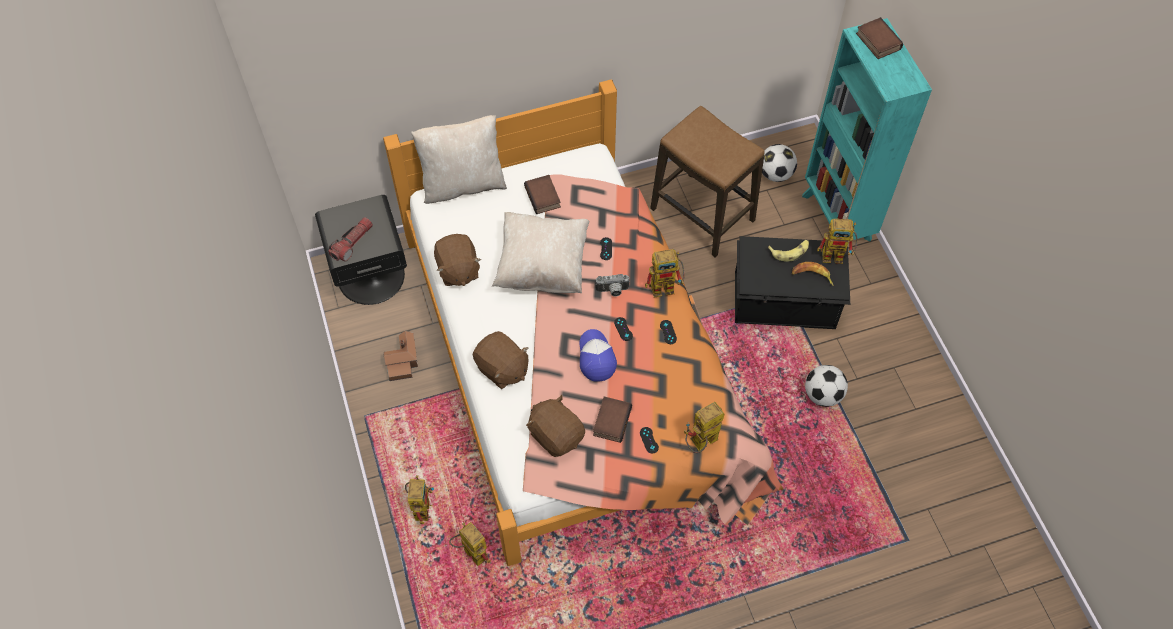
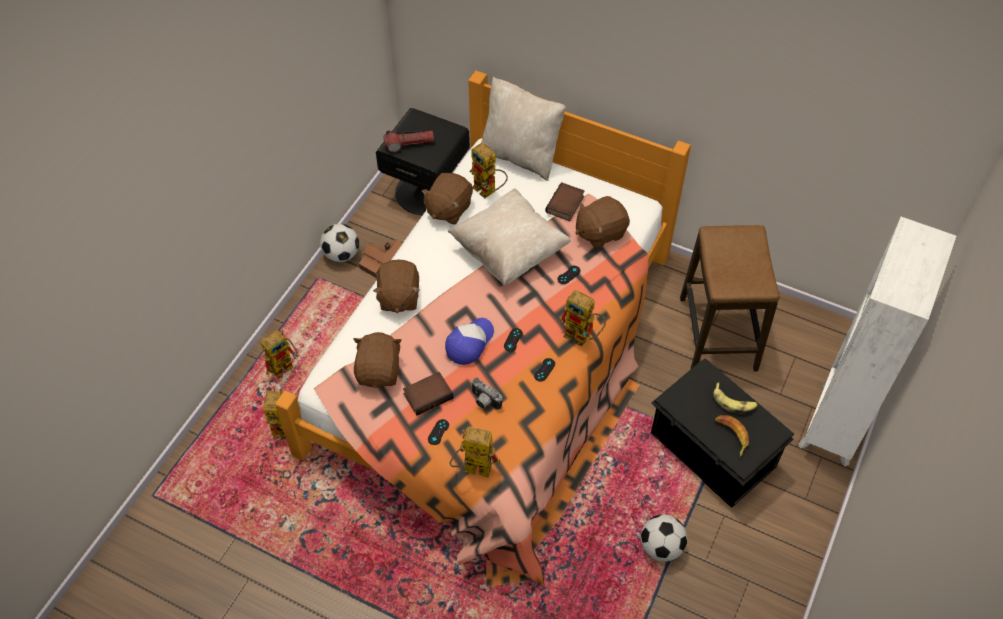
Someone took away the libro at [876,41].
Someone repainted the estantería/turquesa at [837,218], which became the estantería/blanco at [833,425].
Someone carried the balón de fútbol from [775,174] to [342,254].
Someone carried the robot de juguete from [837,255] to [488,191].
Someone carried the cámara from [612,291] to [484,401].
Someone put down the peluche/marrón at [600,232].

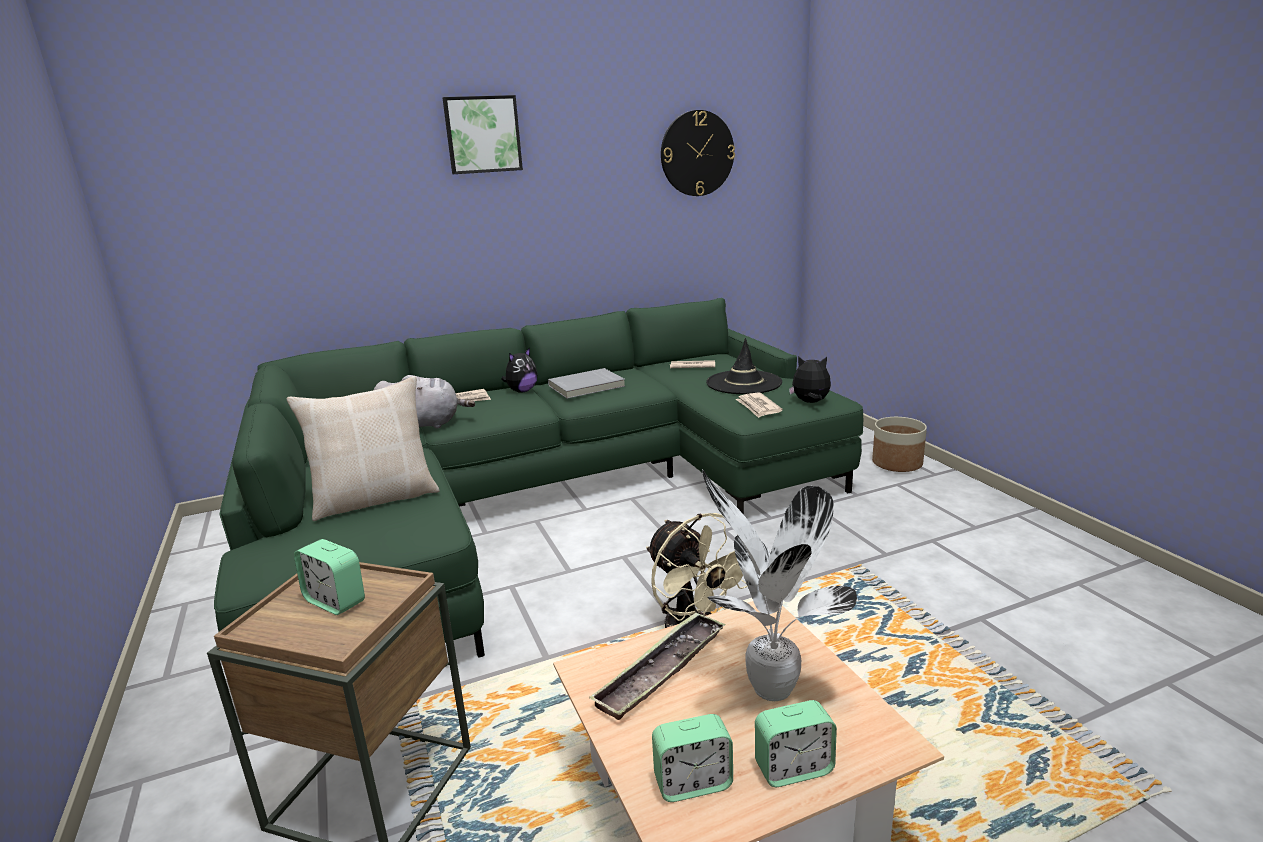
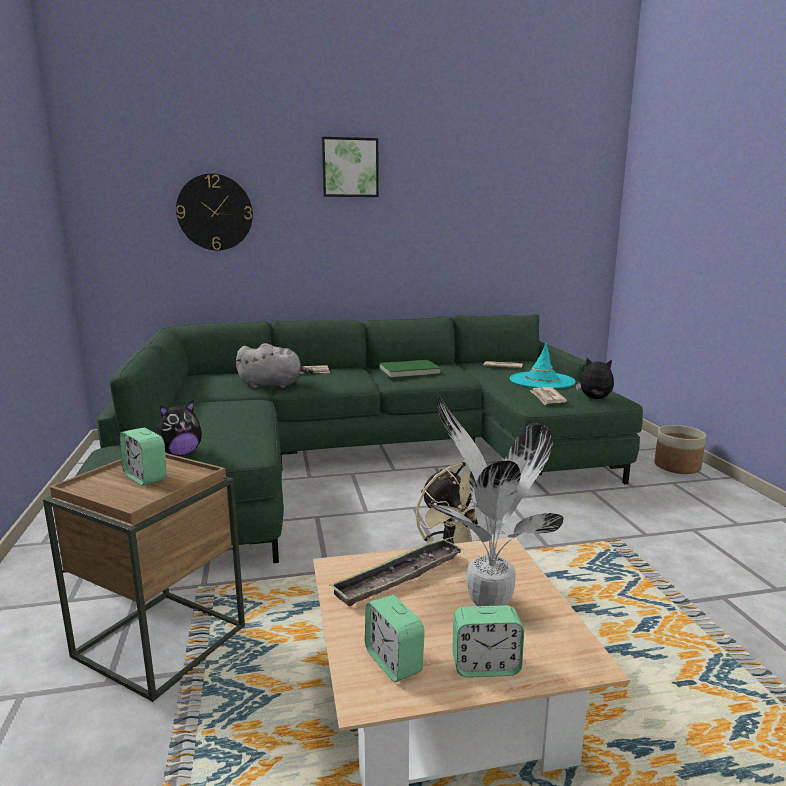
Someone carried the reloj de pared from [697,153] to [215,212].
Someone repainted the sombrero/negro at [743,383], which became the sombrero/turquesa at [541,381].
Someone carried the peluche from [522,391] to [181,453].
Someone repainted the libro/gris at [587,386], which became the libro/verde at [409,371].
Someone took away the cojín/beis at [375,498].
Someone rotated the despertador at [693,783] by 60 degrees clockwise.

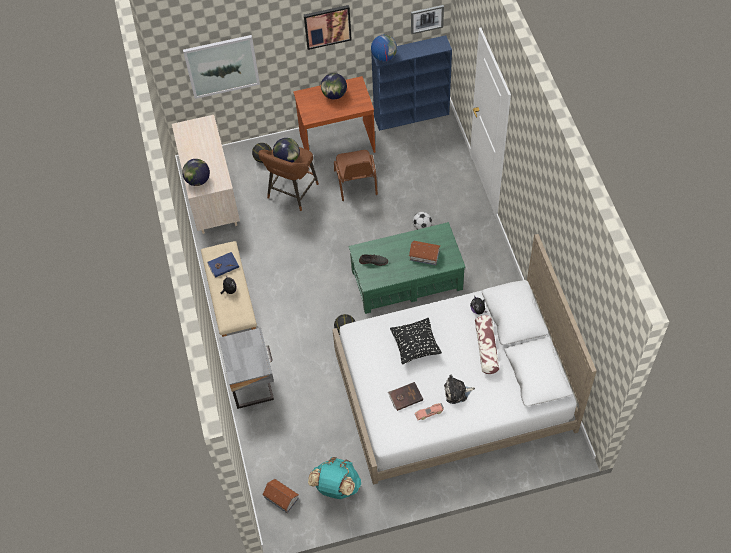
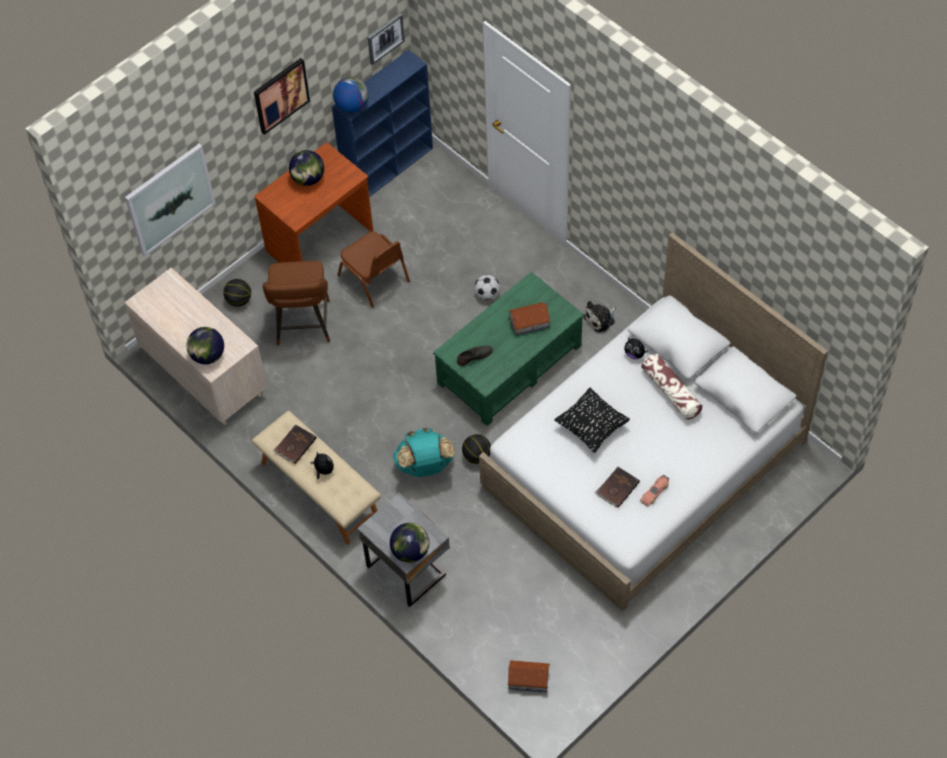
Someone carried the globo terráqueo from [287,159] to [410,551].
Someone repainted the libro/azul at [223,265], which became the libro/marrón at [294,445].
Someone carried the peluche from [457,392] to [601,319].
Someone carried the mochila/turquesa from [336,487] to [425,465].

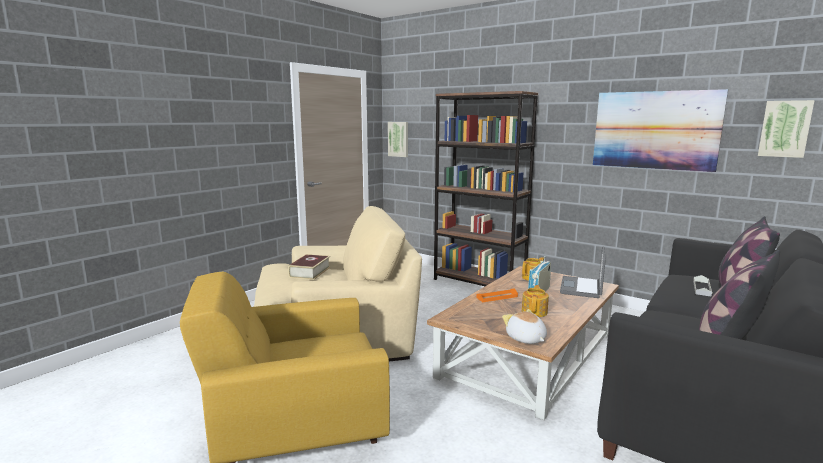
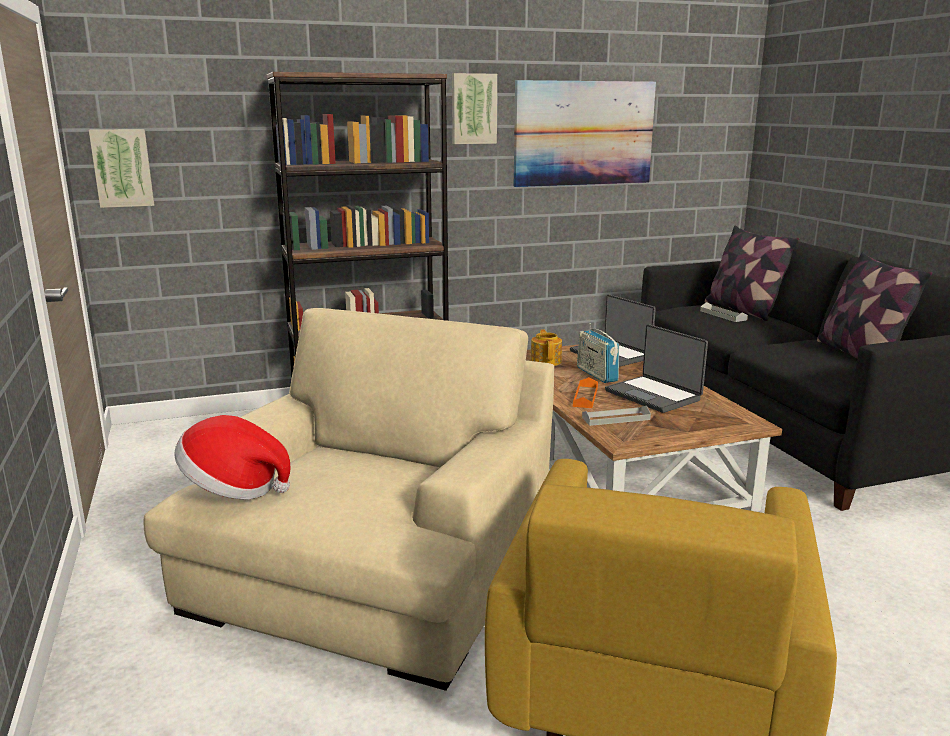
Someone carried the cuadro from [785,129] to [473,109].
Someone took away the libro at [310,272].
Someone swapped the tetera at [534,312] for the portátil at [654,395].
Someone took away the peluche at [525,339].
Someone put down the bandeja/gris at [616,419].
Someone put down the sombrero at [233,488].

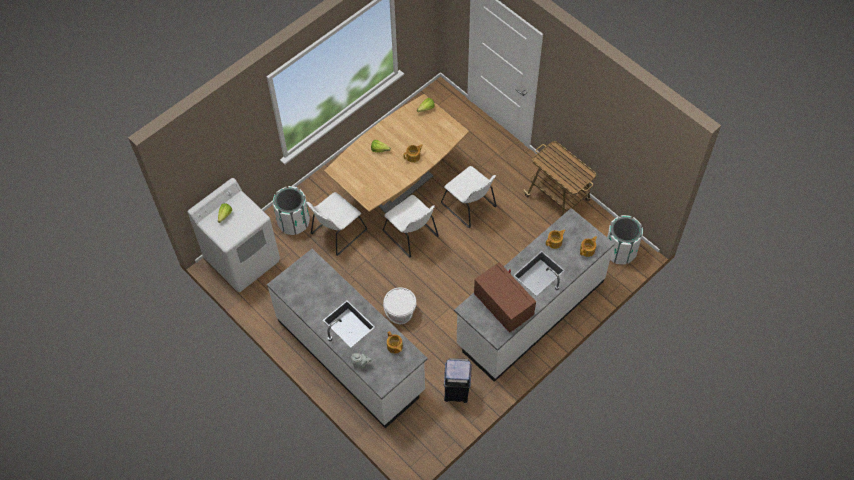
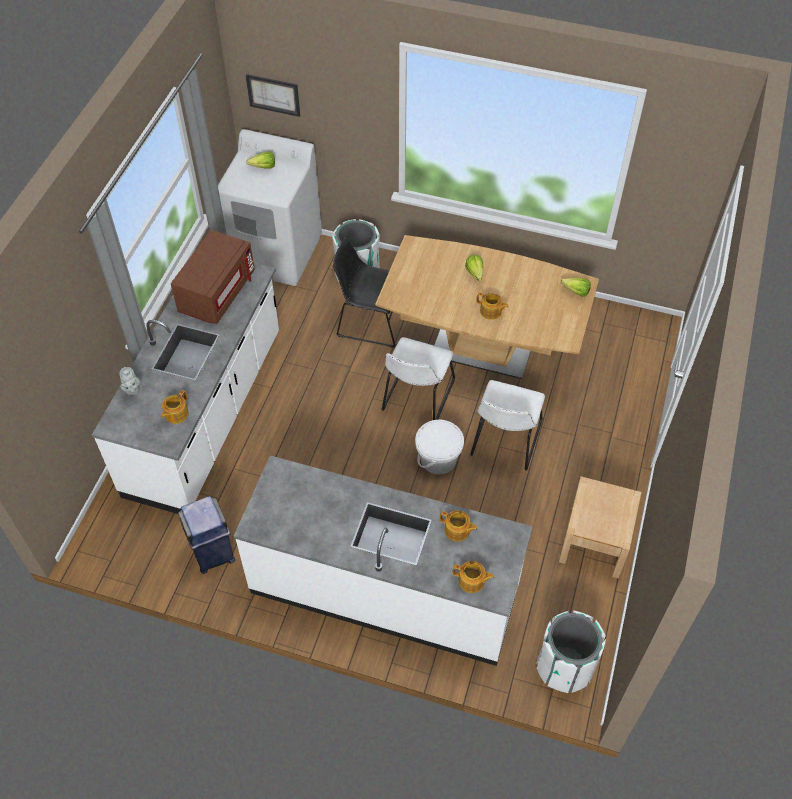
Someone swapped the carrito at [558,199] for the mesita de noche/beis at [594,542].
Someone repainted the silla/blanco at [337,233], which became the silla/negro at [369,321].
Someone carried the microondas/marrón from [503,305] to [216,293].
Someone carried the cubo/blanco from [400,313] to [438,459].
Someone put up the cuadro at [273,95].

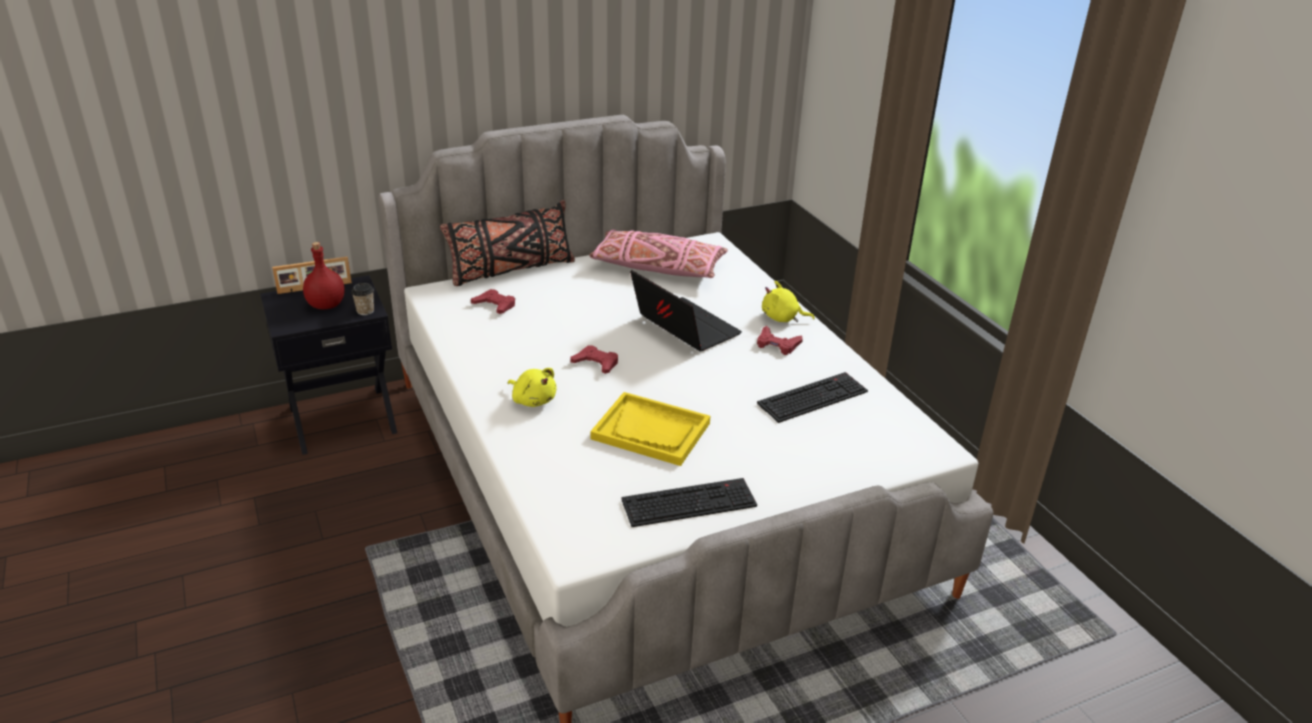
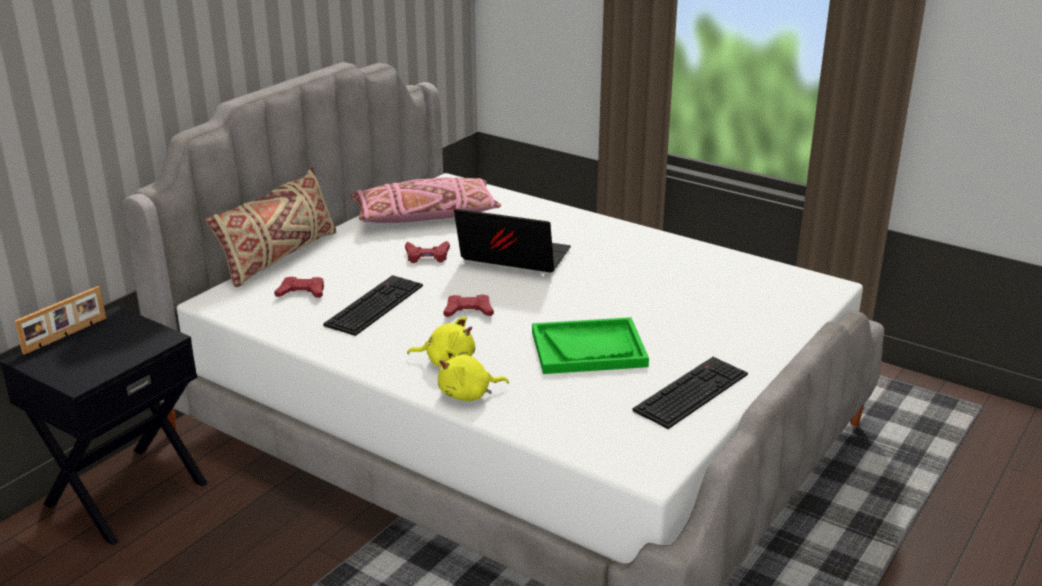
Someone repainted the cojín/negro at [511,270], which became the cojín/beis at [278,257].
Someone took away the botella/rojo at [325,305].
Someone carried the peluche/amarillo from [782,318] to [468,394].
Someone took away the taza at [365,311].
Someone carried the mando de consola/rojo from [777,344] to [427,256].
Someone carried the teclado from [812,396] to [374,304].
Someone repainted the bandeja/amarillo at [651,431], which became the bandeja/verde at [589,349].

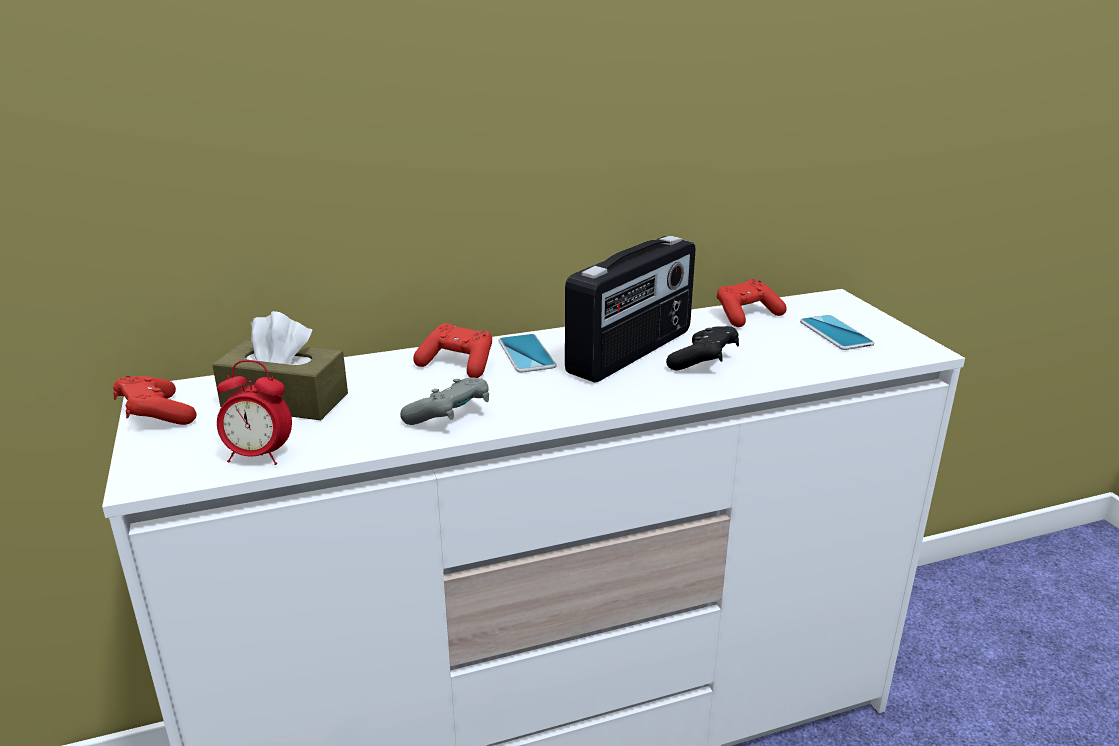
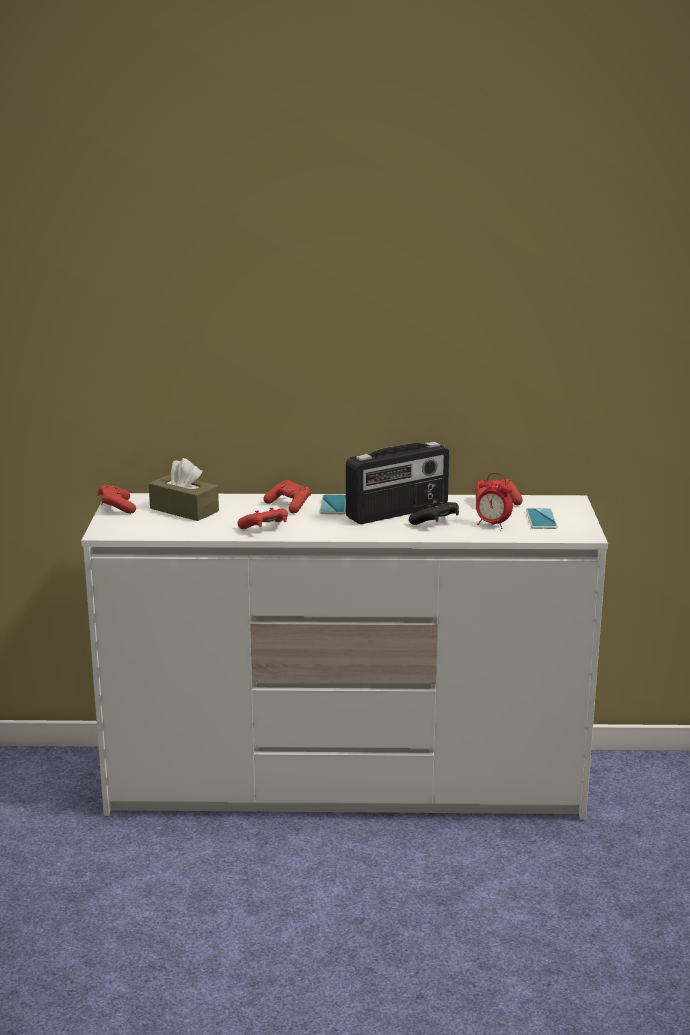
Someone carried the despertador from [259,456] to [492,525].
Someone repainted the mando de consola/gris at [450,417], which became the mando de consola/rojo at [265,528].

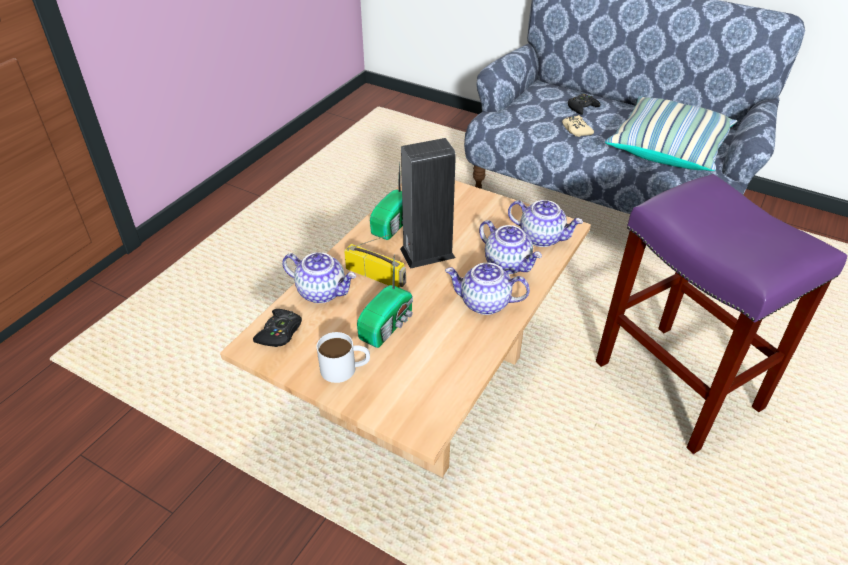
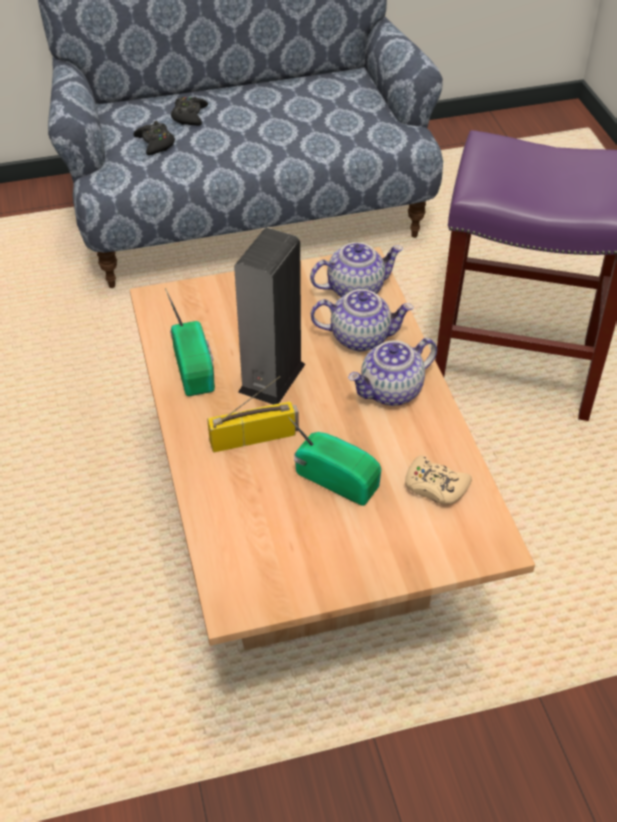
Someone took away the cojín at [667,148].
Someone carried the mando de consola/beis from [576,130] to [435,486].
Someone took away the tetera at [322,292].
Someone rotated the radio at [388,325] by 45 degrees counterclockwise.
Someone carried the mando de consola/negro from [280,333] to [155,143].
Someone took away the taza grande/blanco at [345,368].

